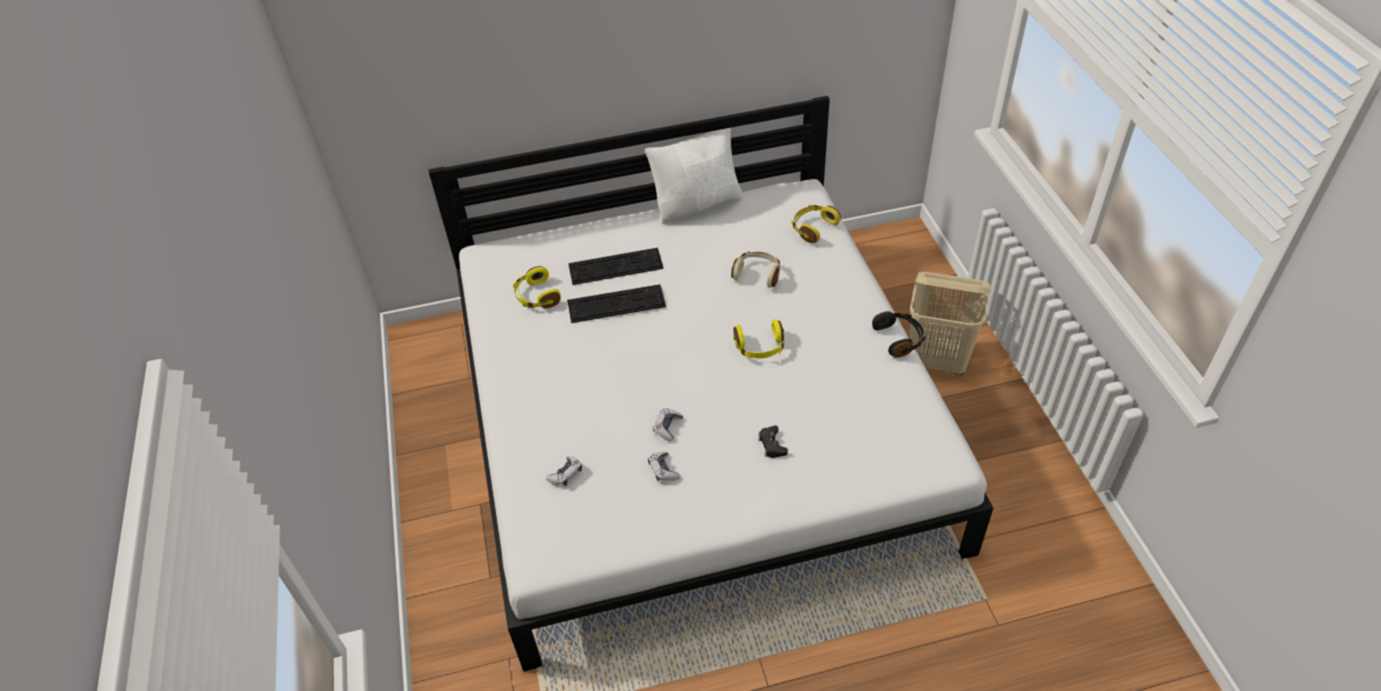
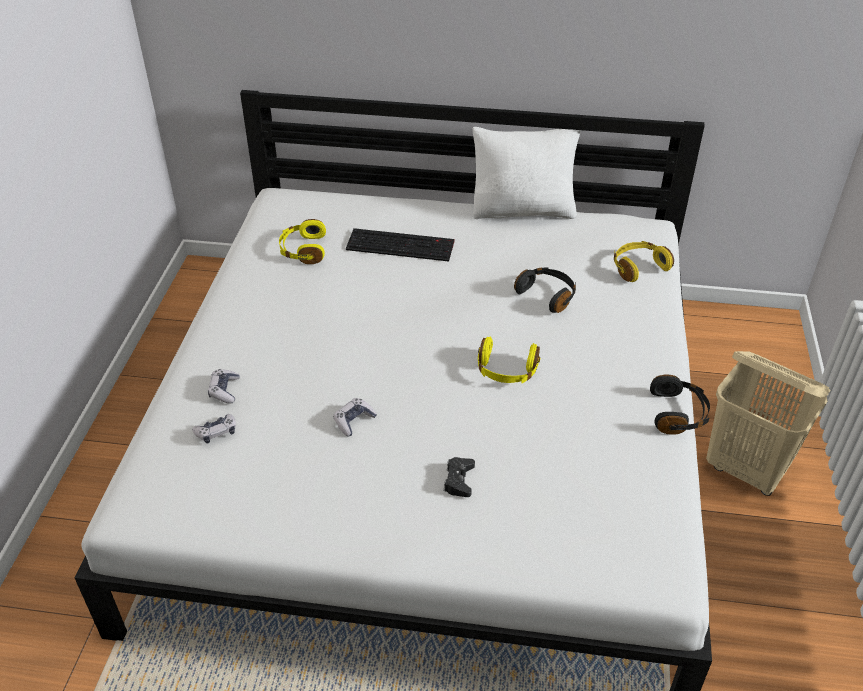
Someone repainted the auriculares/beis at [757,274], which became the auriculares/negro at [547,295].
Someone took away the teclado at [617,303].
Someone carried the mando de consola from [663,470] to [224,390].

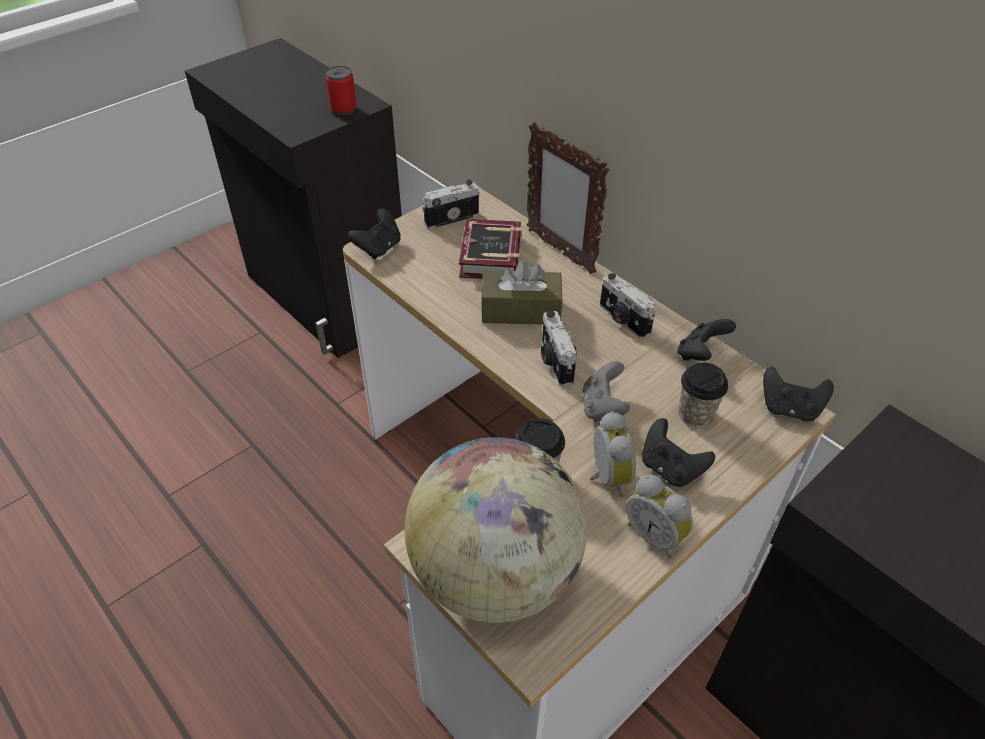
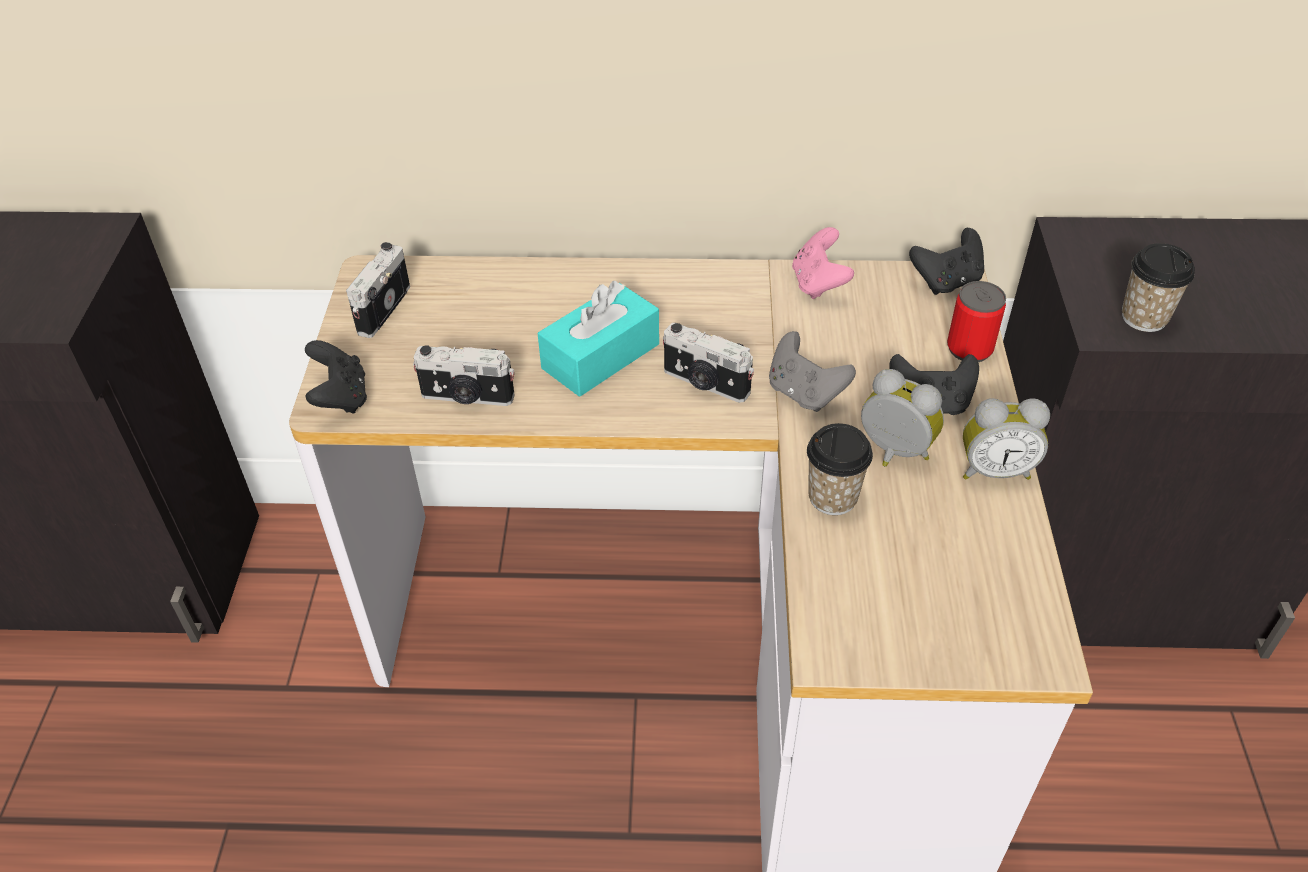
Someone carried the lata from [343,109] to [969,349].
Someone took away the portarretratos at [559,251].
Someone took away the libro at [488,259].
Someone repainted the caja de pañuelos/marrón at [521,310], which became the caja de pañuelos/turquesa at [600,356].
Someone carried the cámara from [622,320] to [467,397].
Someone repainted the mando de consola/negro at [700,354], which became the mando de consola/rosa at [818,283].
Someone carried the taza from [695,415] to [1144,317].
Someone took away the globo terráqueo at [495,573].

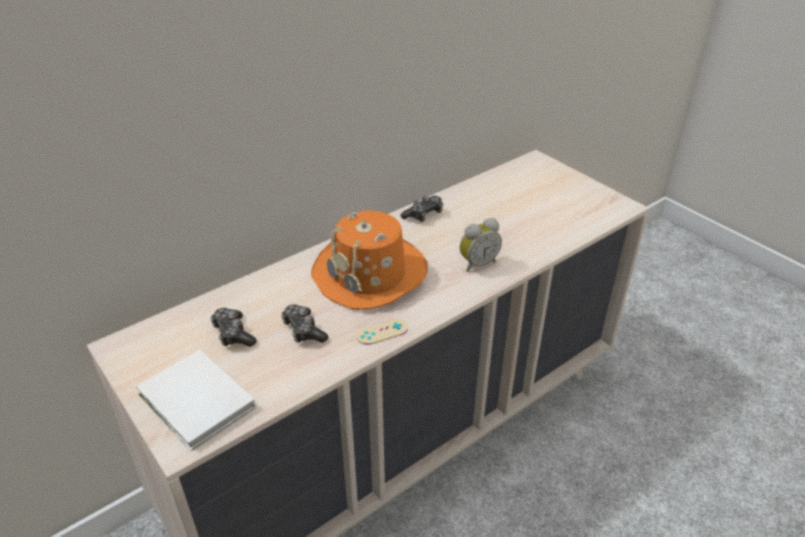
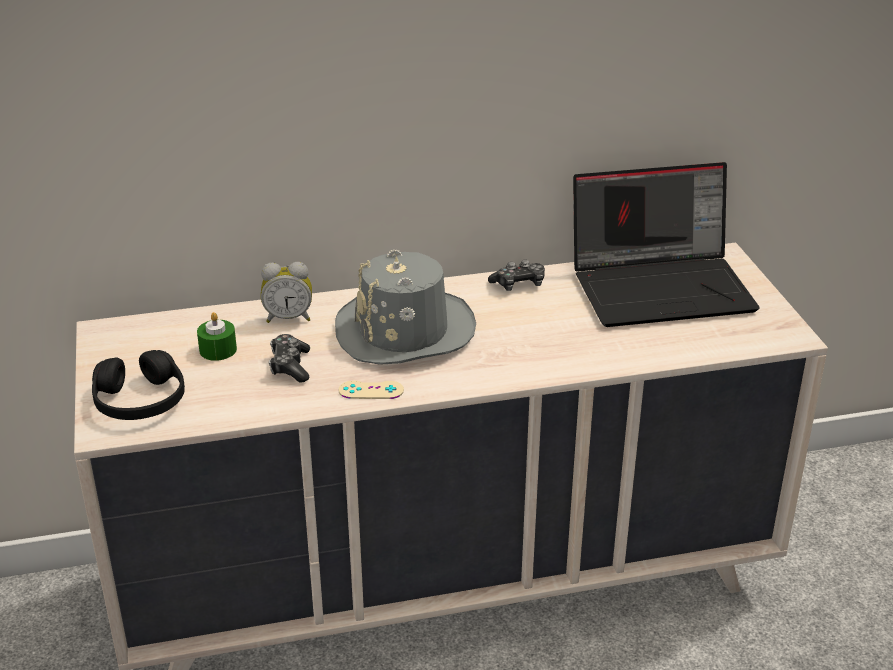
Someone repainted the sombrero/naranja at [370,274], which became the sombrero/gris at [405,331].
Someone carried the despertador from [477,263] to [288,317].
Someone swapped the mando de consola at [233,334] for the vela/verde at [218,350].
Someone swapped the libro/blanco at [196,403] for the auriculares/negro at [140,401].
Someone put down the portátil at [662,287].

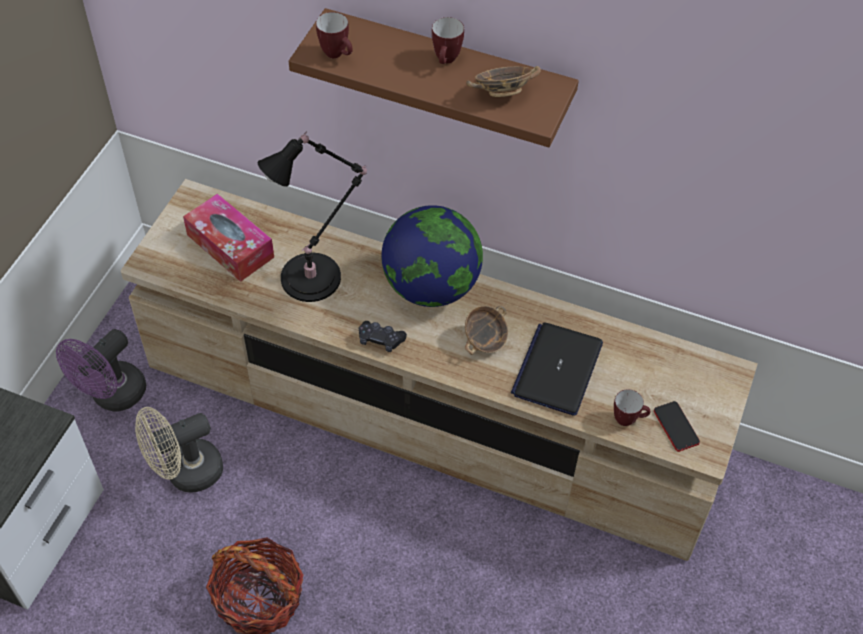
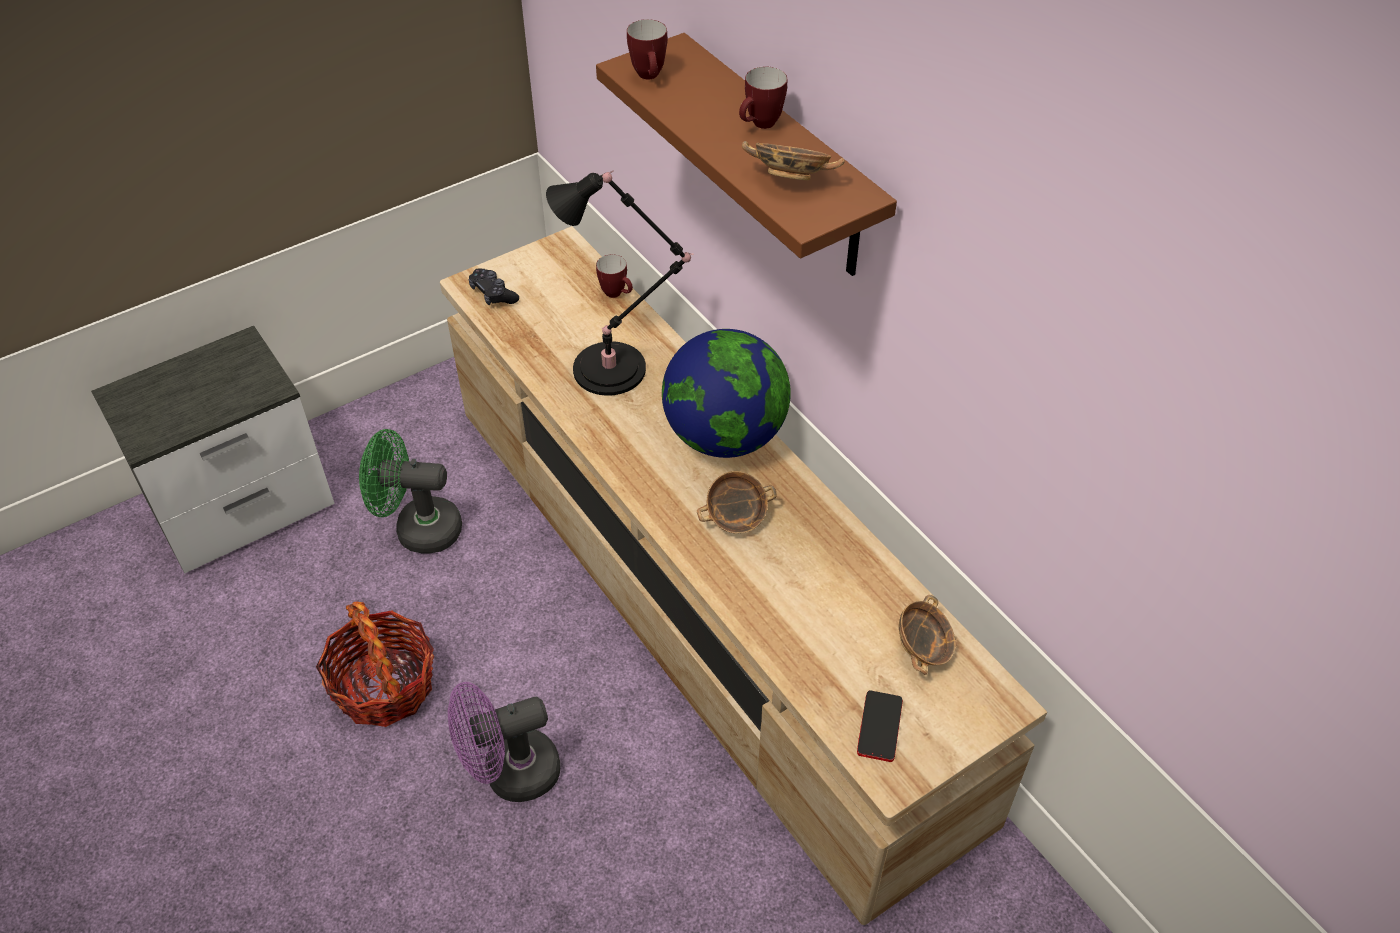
Someone took away the caja de pañuelos at [230,246].
Someone carried the mando de consola/negro from [380,340] to [493,294].
Someone took away the portátil at [557,369].
Someone carried the ventilador/morado from [112,396] to [510,774].
Someone carried the taza grande from [628,420] to [617,294].
Someone repainted the ventilador/beis at [185,473], which became the ventilador/verde at [418,529].
Someone put down the cuenco at [924,648].

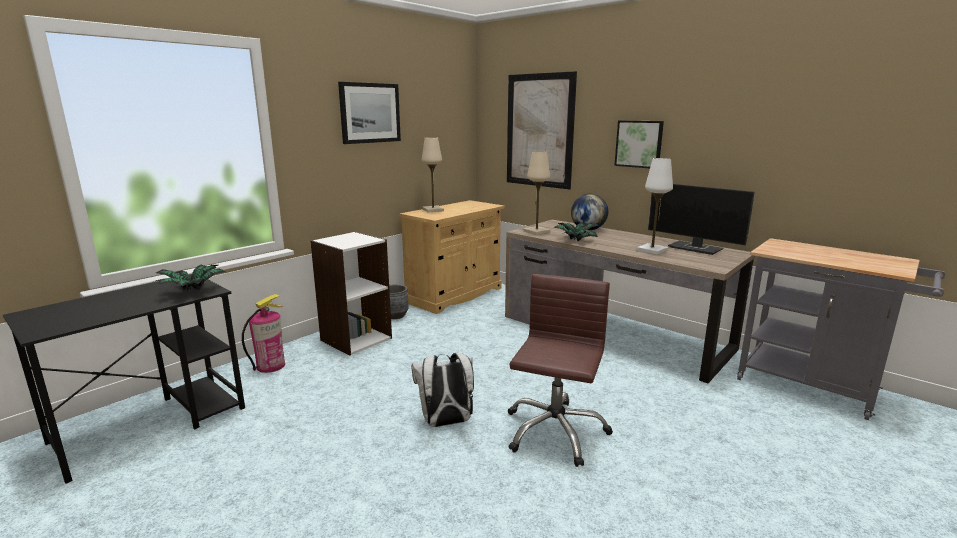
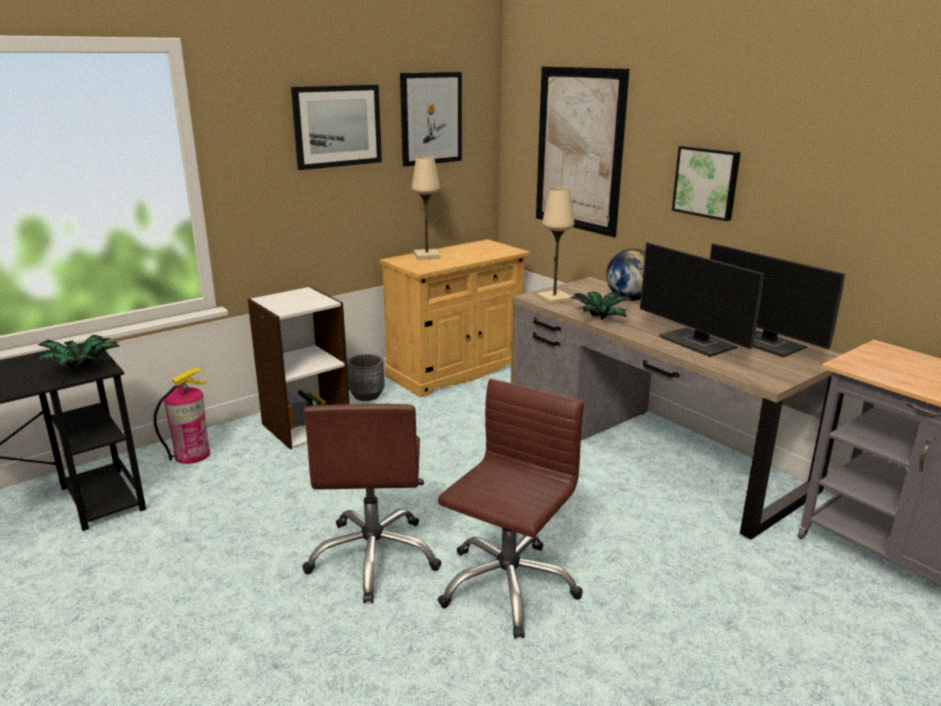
Someone swapped the lámpara de mesa/blanco at [652,250] for the monitor at [698,343].
Someone swapped the mochila/blanco at [446,423] for the silla de oficina/marrón at [374,557].
Someone put up the cuadro at [431,118].

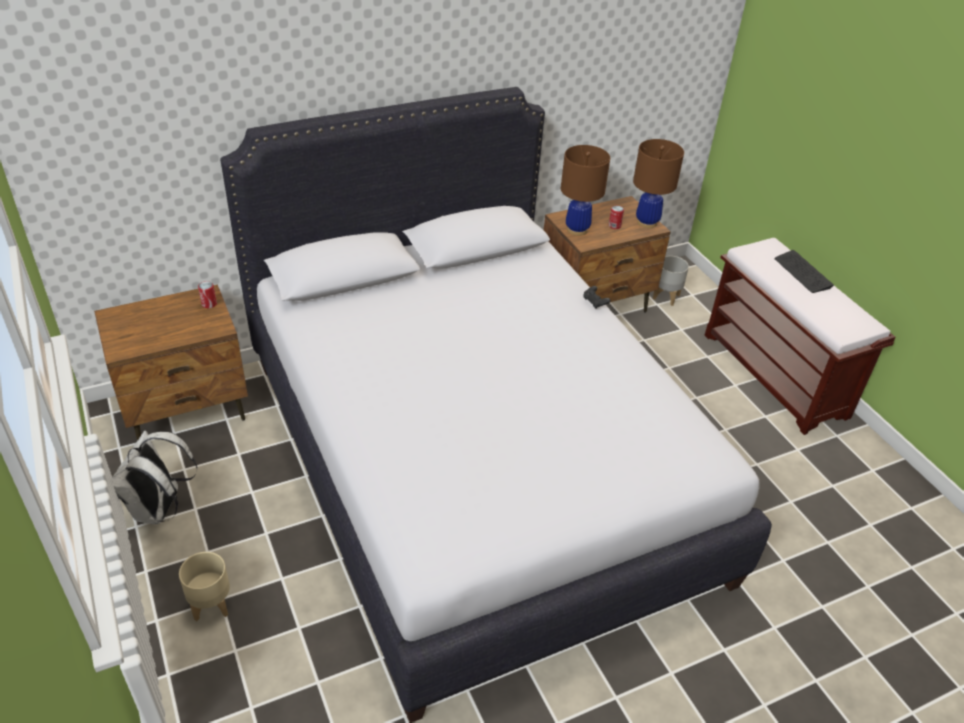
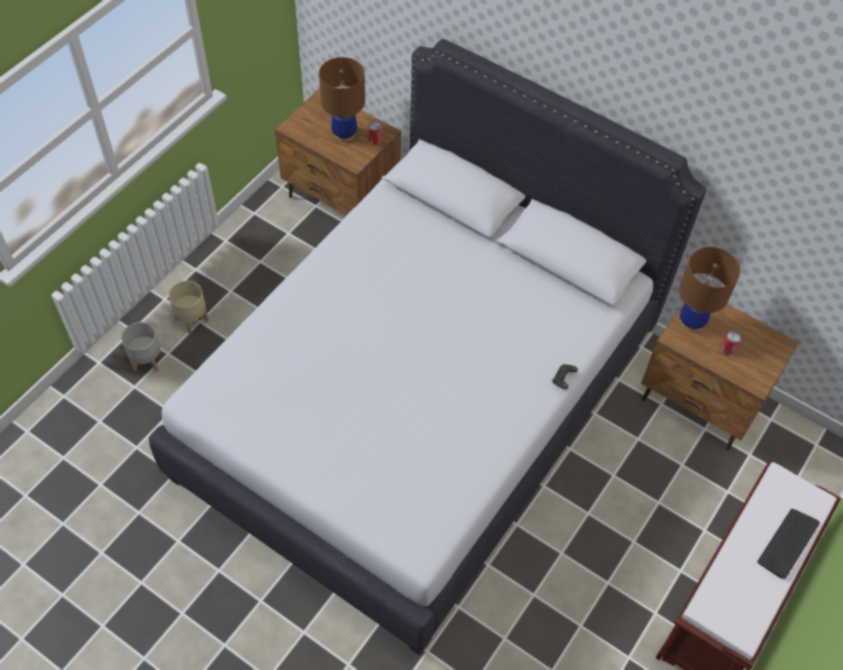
Someone carried the lámpara de mesa/marrón from [647,222] to [344,134].
Someone carried the maceta/gris from [666,296] to [147,361].
Someone took away the mochila/blanco at [159,510].

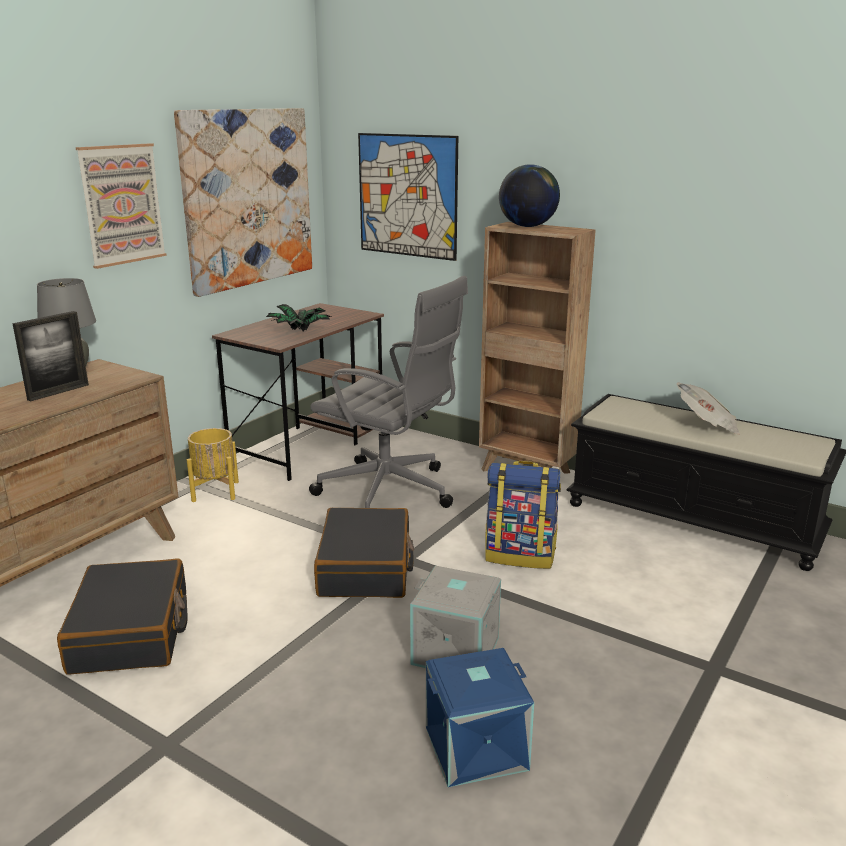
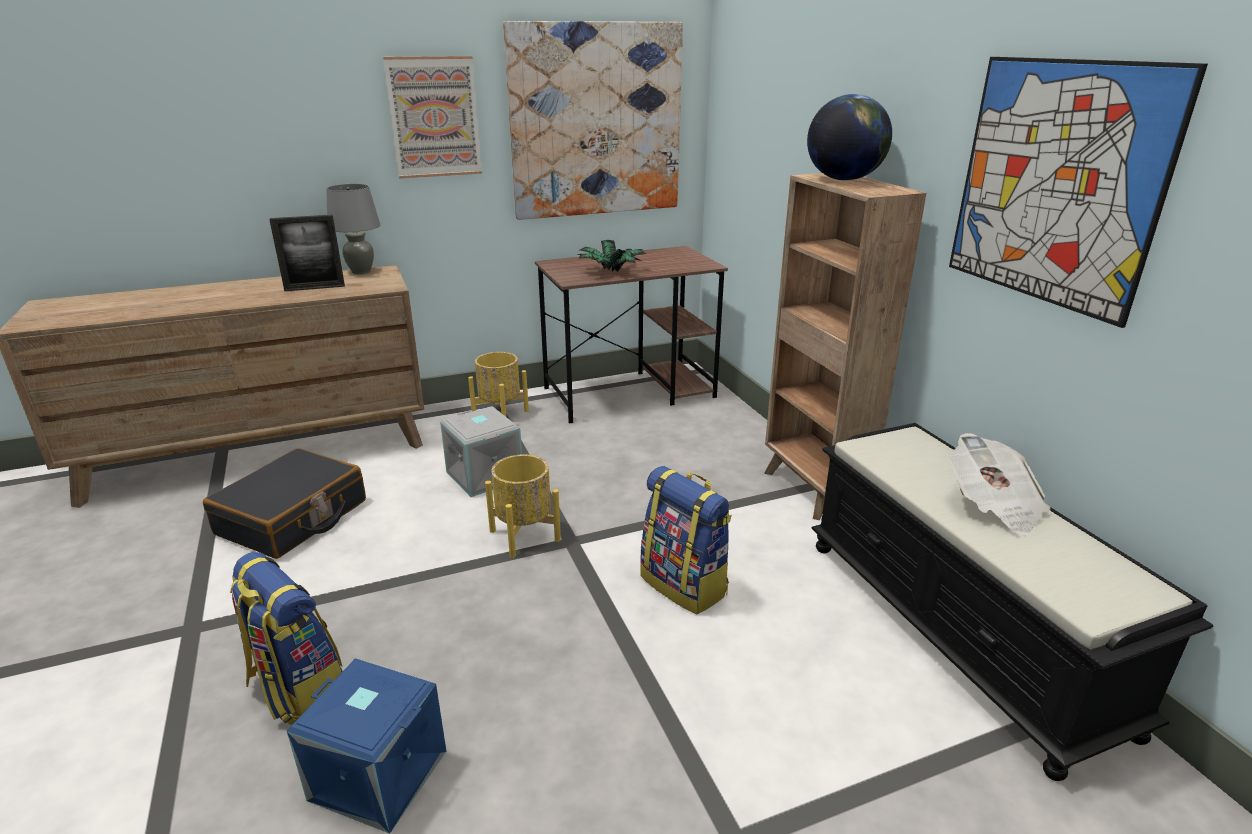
Someone carried the cuadro from [407,196] to [1055,184].
Someone took away the silla de oficina/gris at [390,492].
Someone swapped the maleta/negro at [366,568] for the maceta/amarillo at [524,535].
Someone carried the caja de almacenaje/gris from [456,650] to [486,475].
Someone put down the mochila at [296,689].

